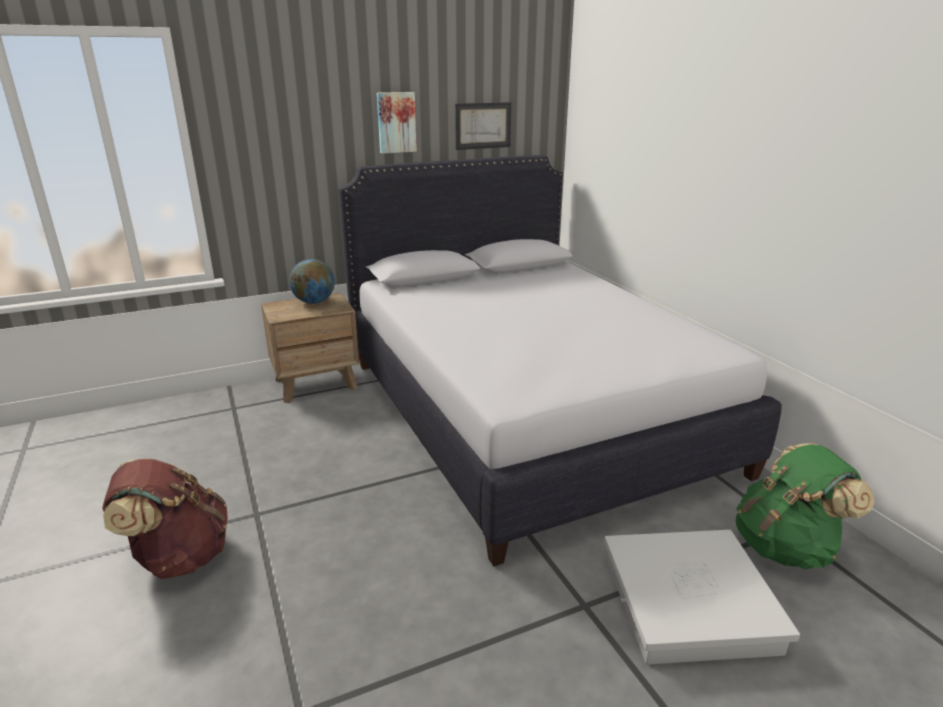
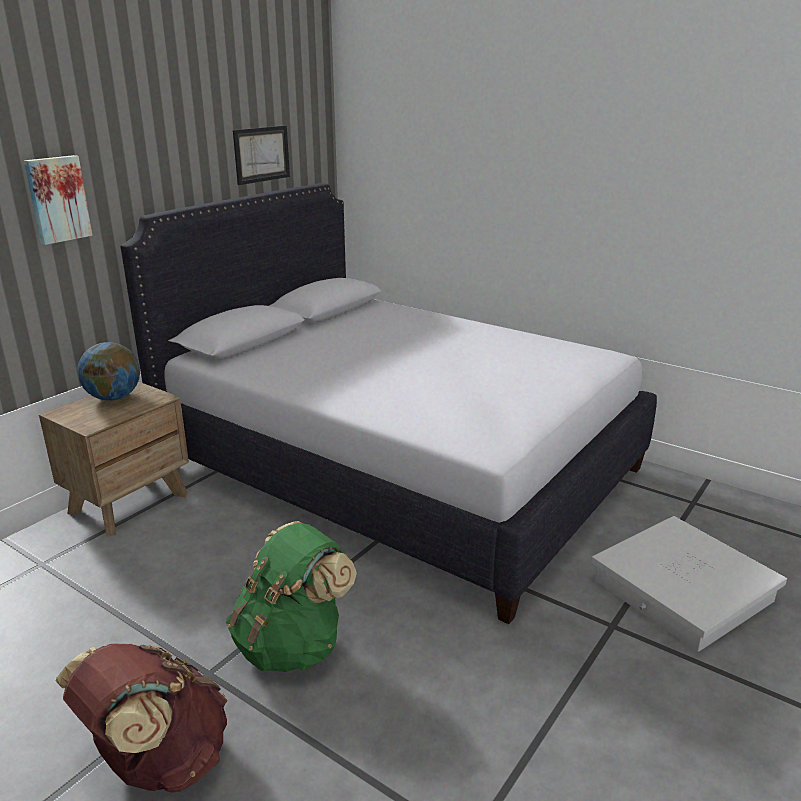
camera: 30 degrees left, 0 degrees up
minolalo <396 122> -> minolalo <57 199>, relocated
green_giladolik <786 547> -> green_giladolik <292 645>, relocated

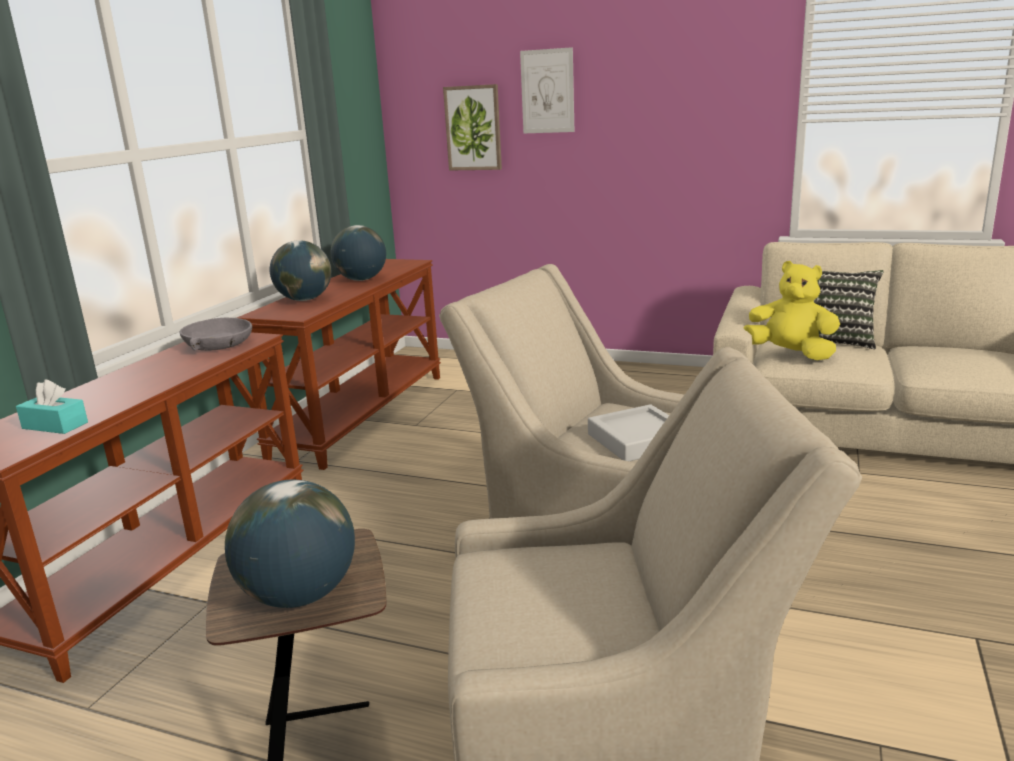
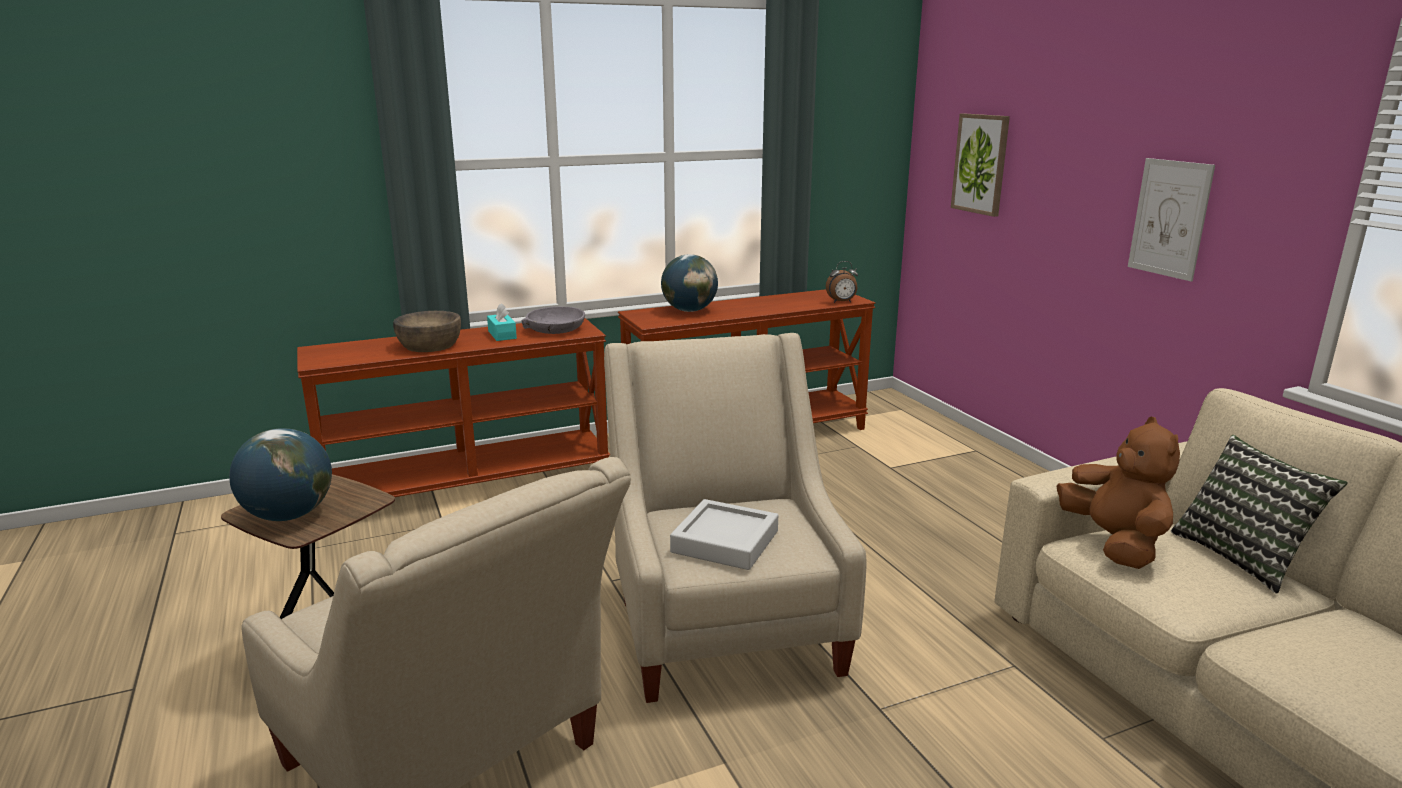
camera: 45 degrees right, 0 degrees up
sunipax <362 280> -> none
none -> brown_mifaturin <429 345>
none -> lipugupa <842 302>
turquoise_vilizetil <55 425> -> turquoise_vilizetil <502 335>, relocated
minolalo <547 91> -> minolalo <1169 218>, relocated
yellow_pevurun <789 354> -> brown_pevurun <1114 543>

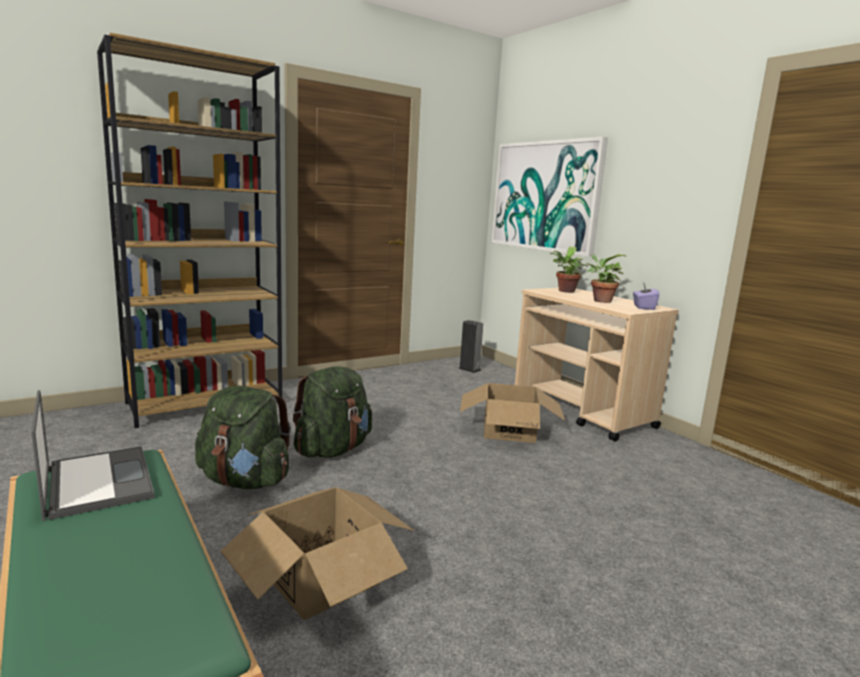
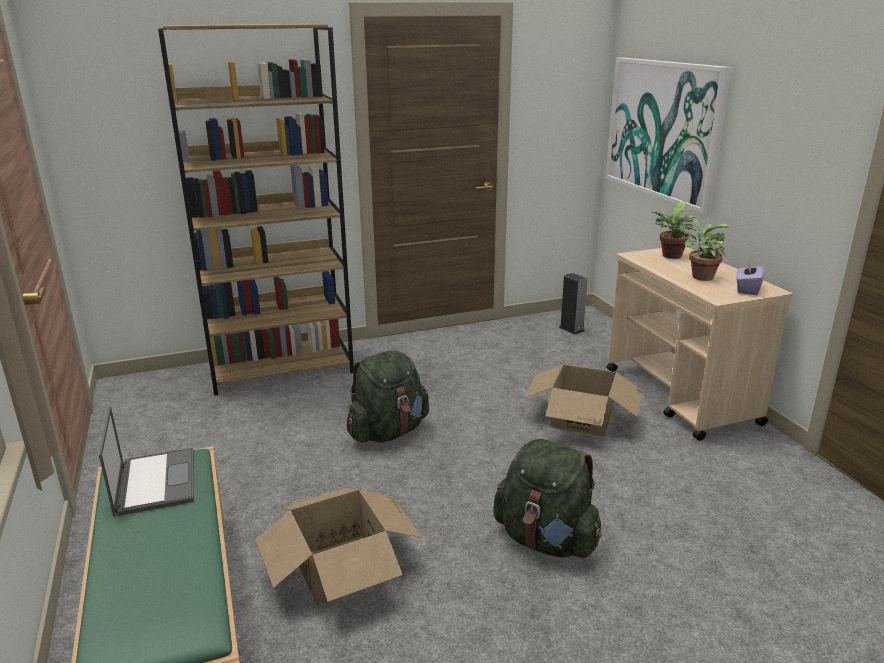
camera: 15 degrees right, 10 degrees up
green_giladolik <245 481> -> green_giladolik <546 540>, relocated

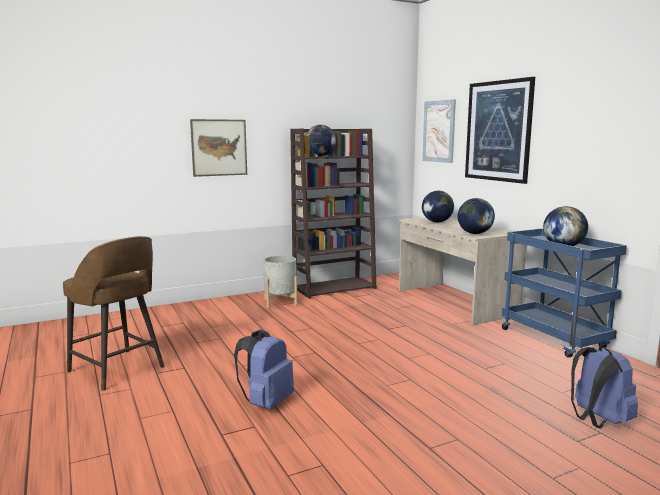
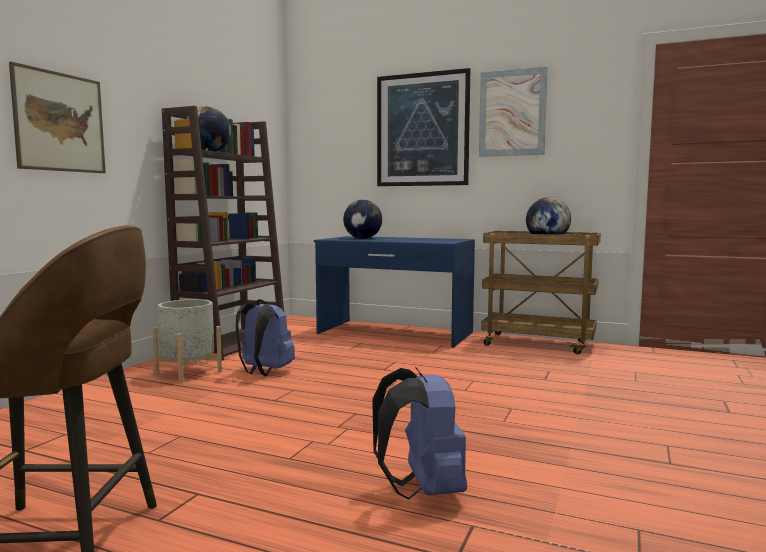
camera: 40 degrees left, 5 degrees down
sunipax <474 233> -> none
minolalo <439 131> -> minolalo <512 113>, relocated
blue_giladolik <597 420> -> blue_giladolik <264 372>, relocated
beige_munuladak <454 302> -> blue_munuladak <394 333>
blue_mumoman <555 339> -> brown_mumoman <539 344>

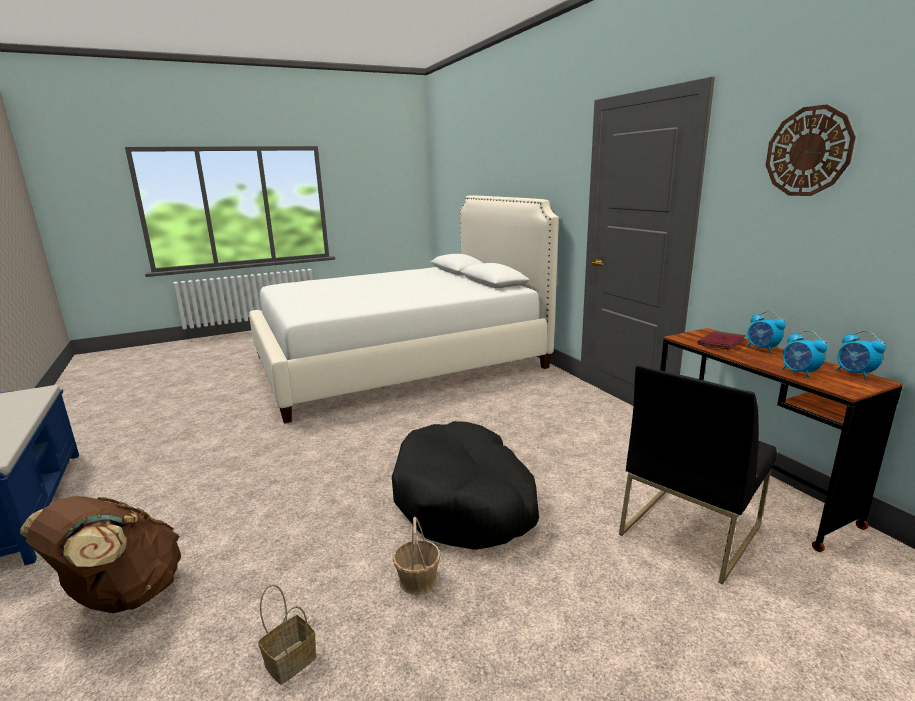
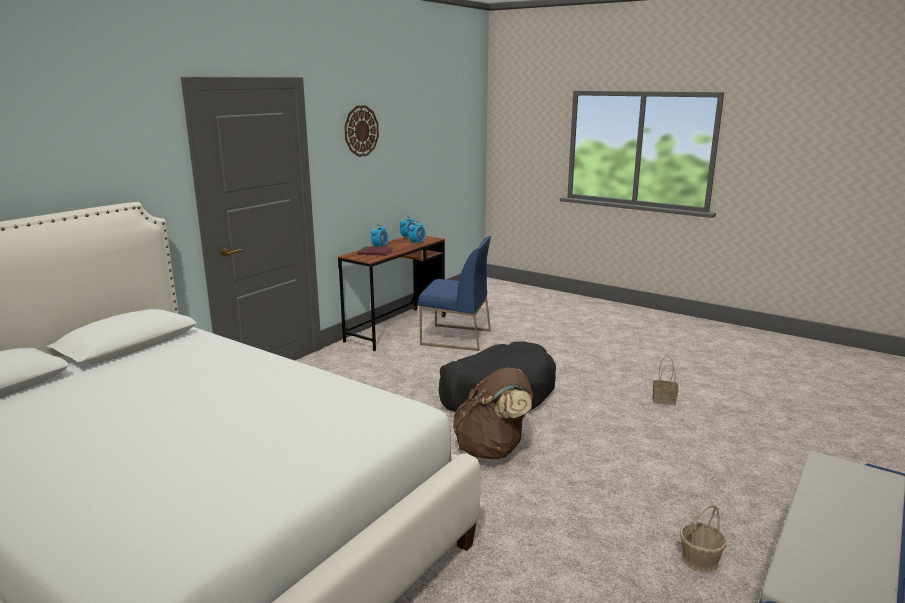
camera: 120 degrees left, 0 degrees up
brown_giladolik <122 596> -> brown_giladolik <492 450>, relocated
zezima <417 580> -> zezima <700 560>, relocated
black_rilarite <689 529> -> blue_rilarite <455 338>

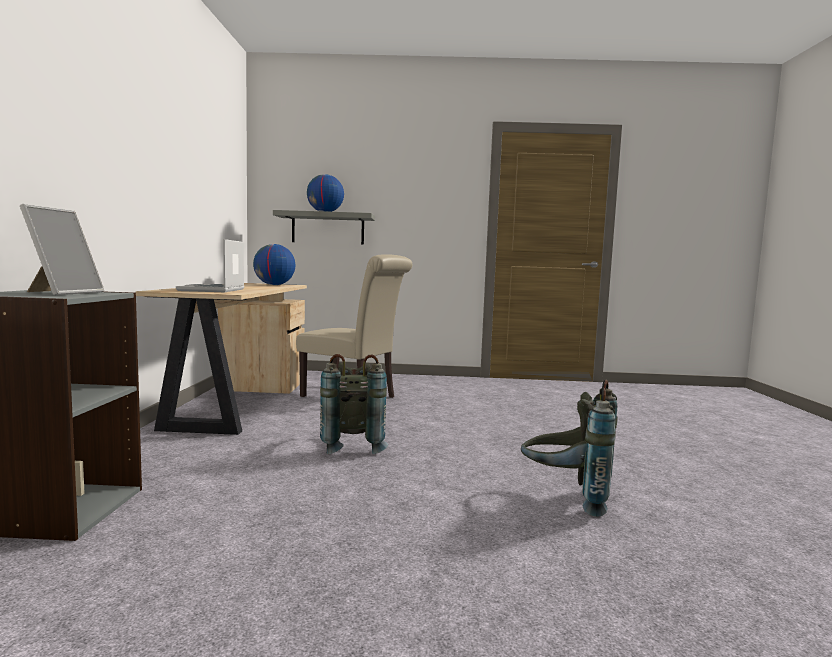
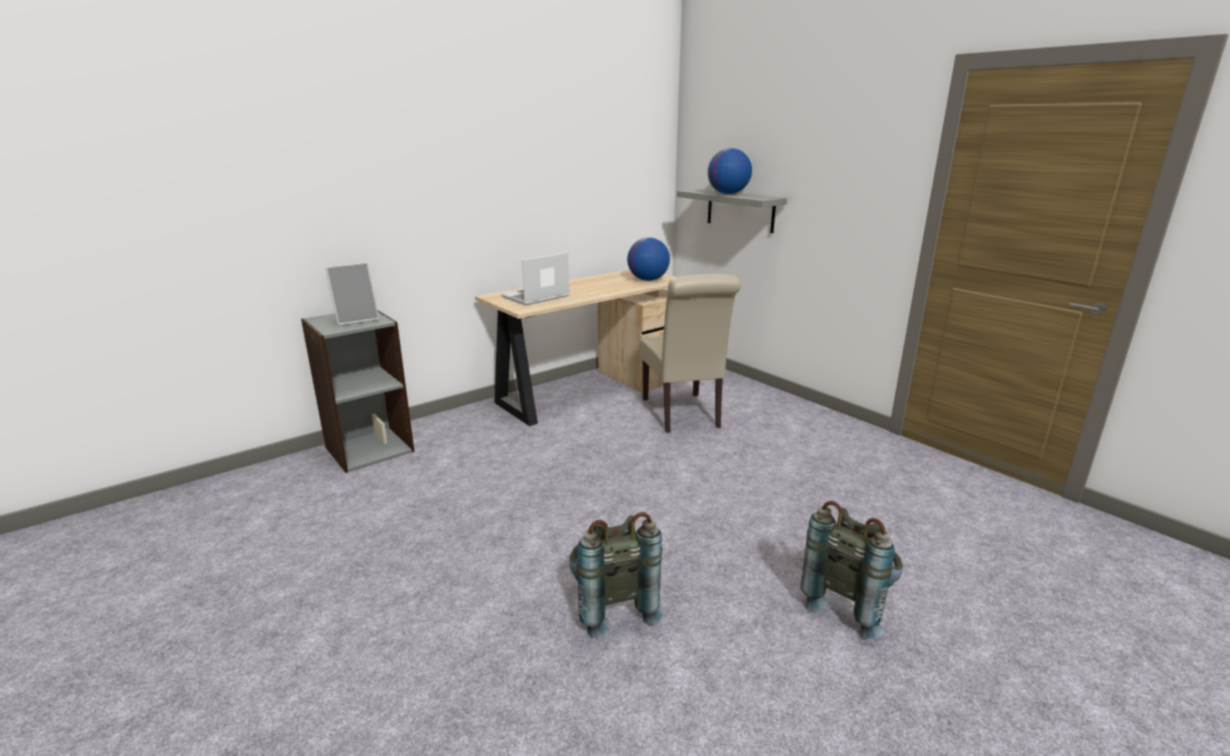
camera: 50 degrees right, 15 degrees up
grey_giladolik <352 444> -> grey_giladolik <849 603>, relocated

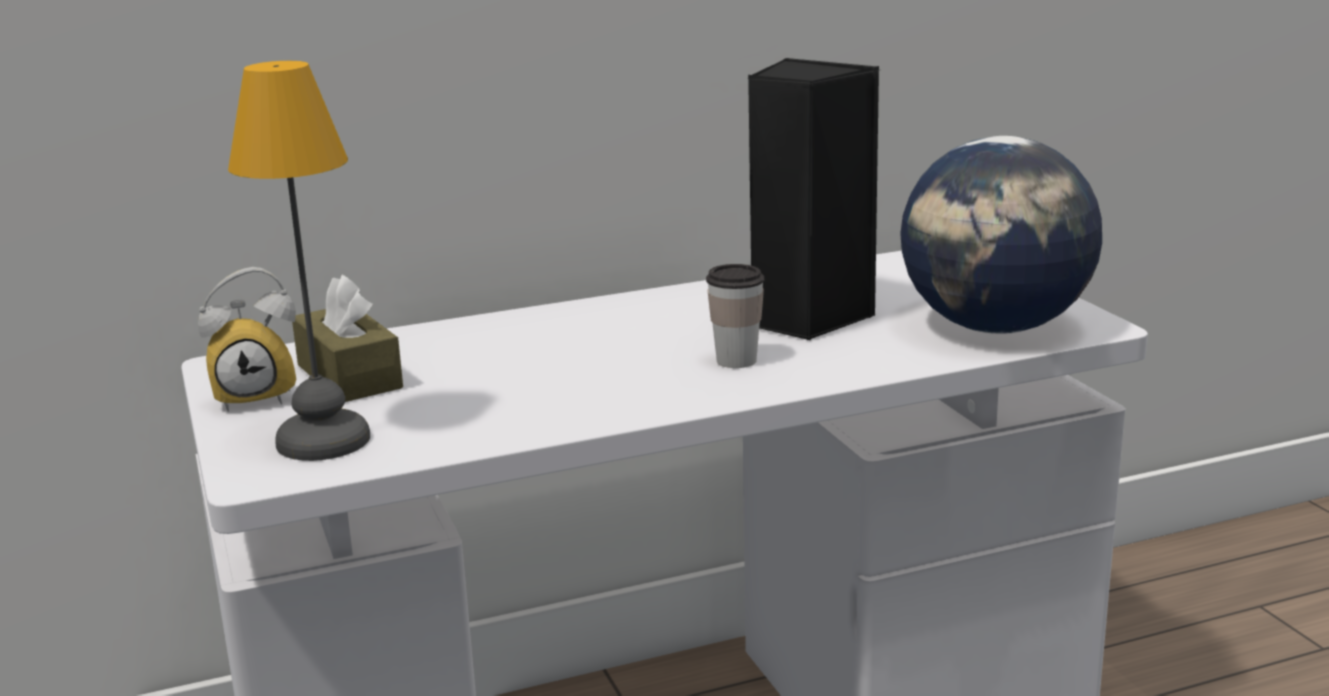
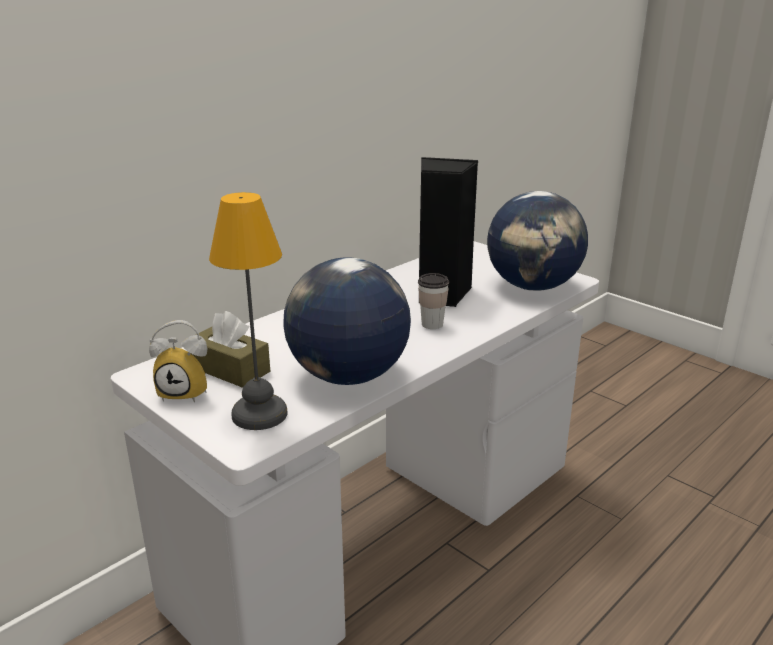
camera: 25 degrees left, 5 degrees up
none -> sunipax <347 375>
lipugupa <258 396> -> lipugupa <187 392>, 45 degrees clockwise

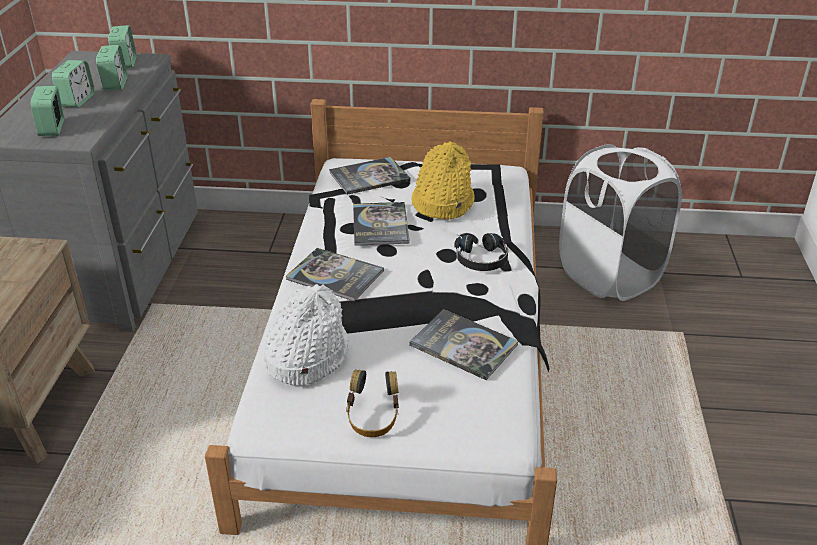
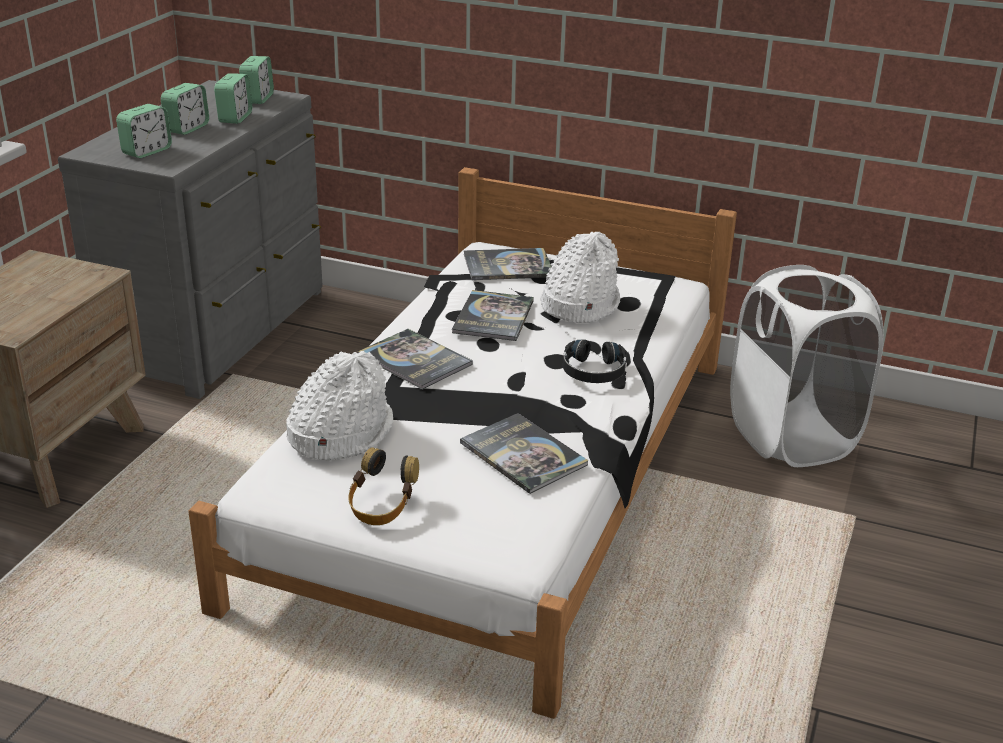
camera: 15 degrees right, 5 degrees down
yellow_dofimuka <441 202> -> white_dofimuka <579 304>
lipugupa <52 128> -> lipugupa <147 151>, 150 degrees counterclockwise

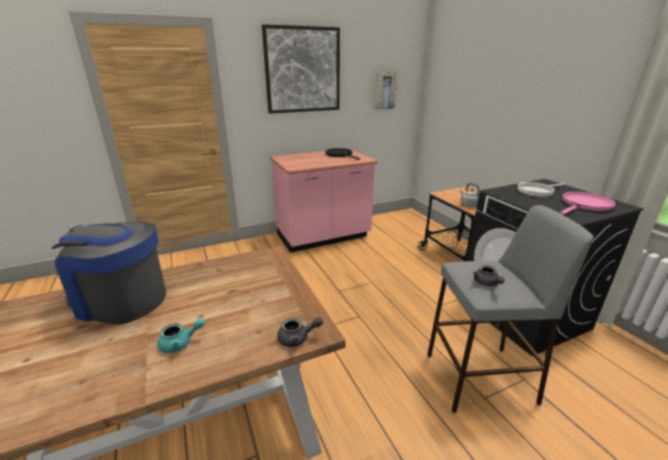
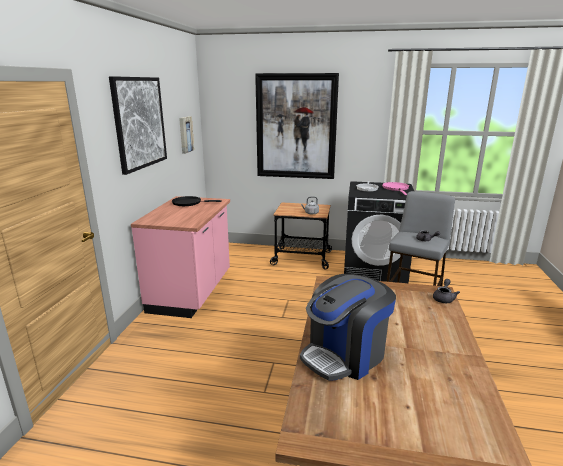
camera: 55 degrees left, 5 degrees down
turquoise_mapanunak <181 343> -> none
none -> minolalo <296 127>

